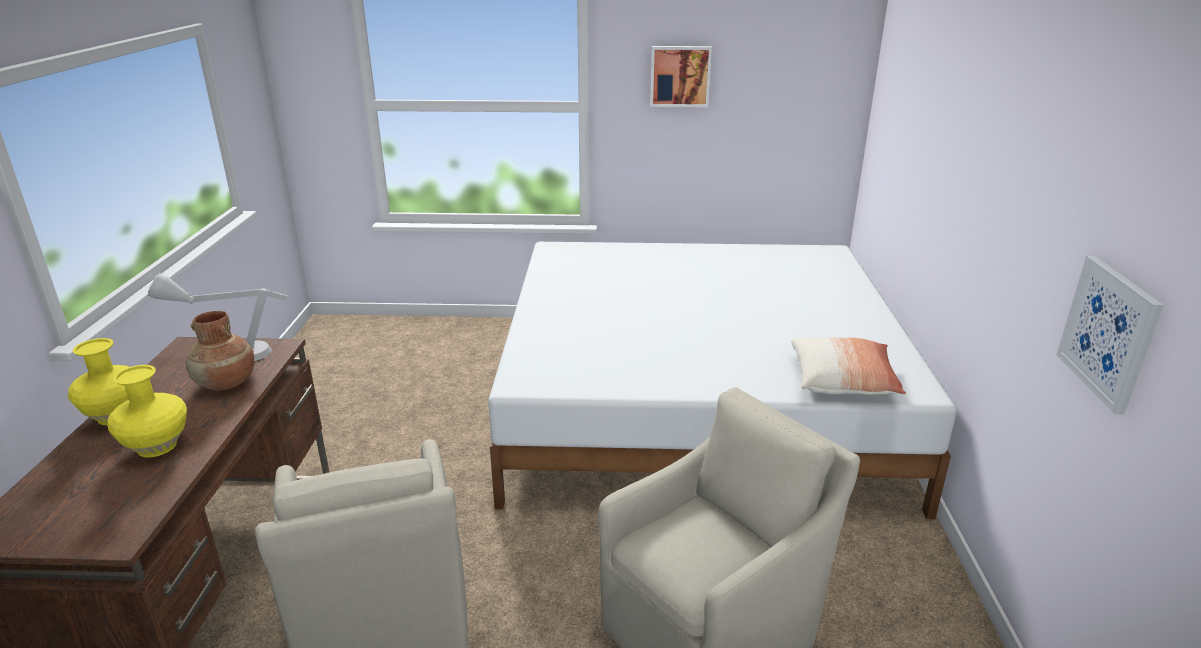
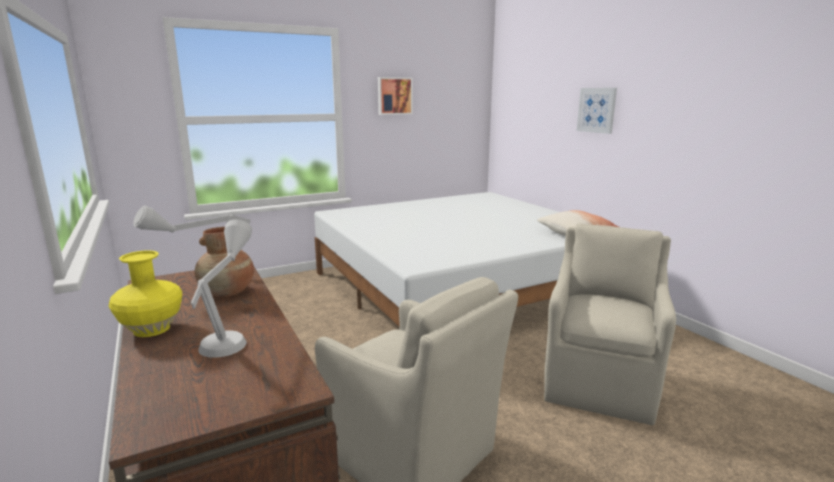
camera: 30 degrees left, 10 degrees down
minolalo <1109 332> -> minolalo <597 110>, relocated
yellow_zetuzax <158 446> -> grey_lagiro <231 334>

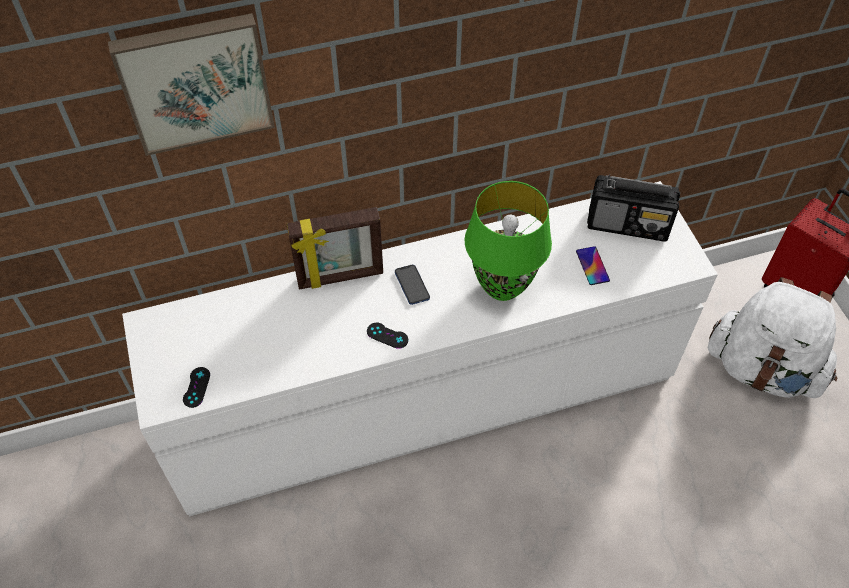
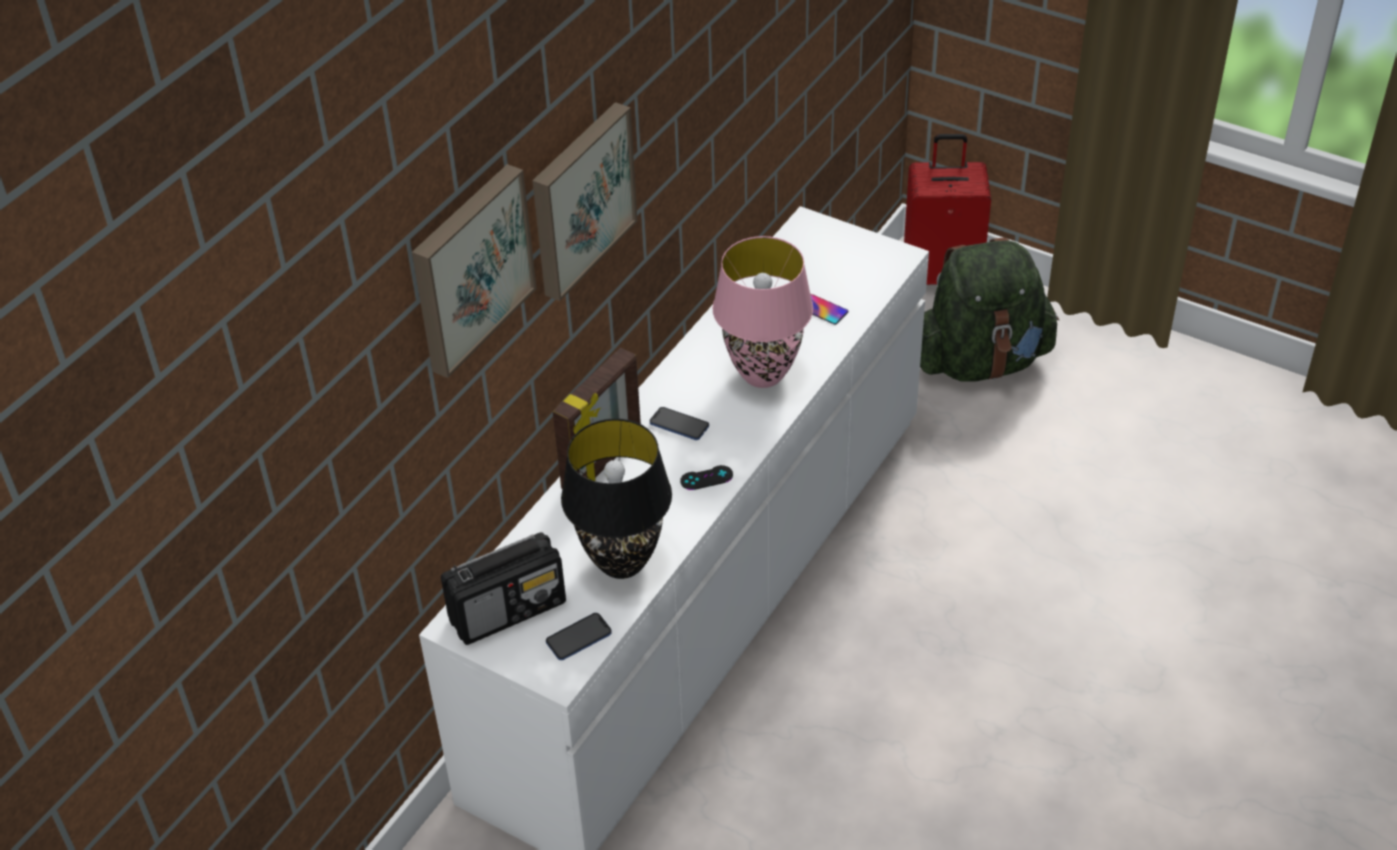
camera: 40 degrees left, 10 degrees down
none -> minolalo <579 199>
none -> black_lagiro <621 562>
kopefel <628 225> -> kopefel <509 611>, relocated
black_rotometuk <196 387> -> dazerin <579 637>
green_lagiro <503 288> -> pink_lagiro <764 375>
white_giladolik <762 369> -> green_giladolik <981 361>

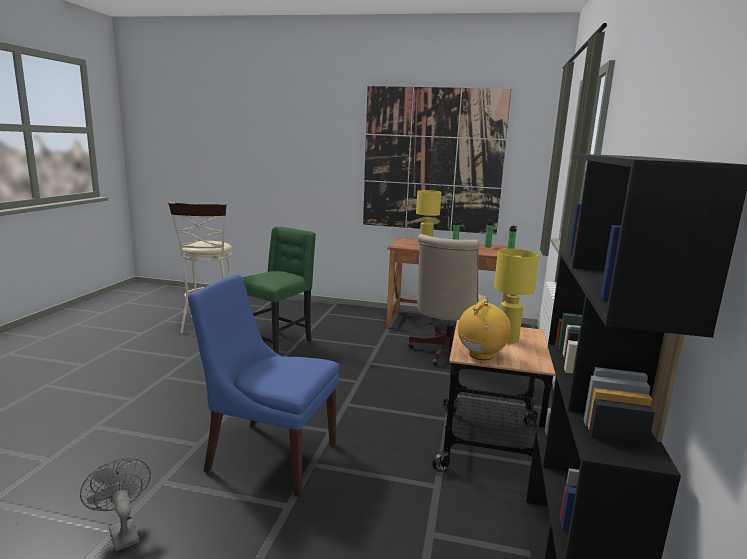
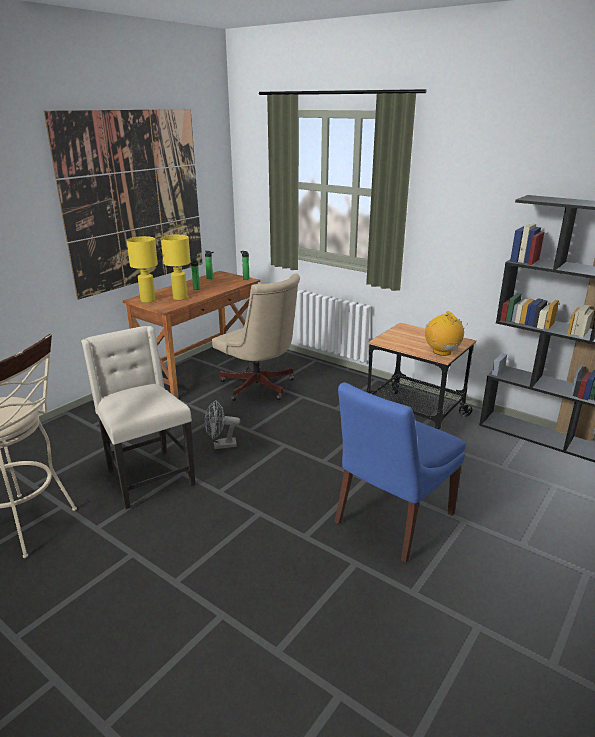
camera: 65 degrees left, 10 degrees up
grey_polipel <121 532> -> grey_polipel <221 445>, relocated
yellow_lagiro <507 340> -> yellow_lagiro <148 301>, relocated
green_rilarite <276 343> -> beige_rilarite <148 477>

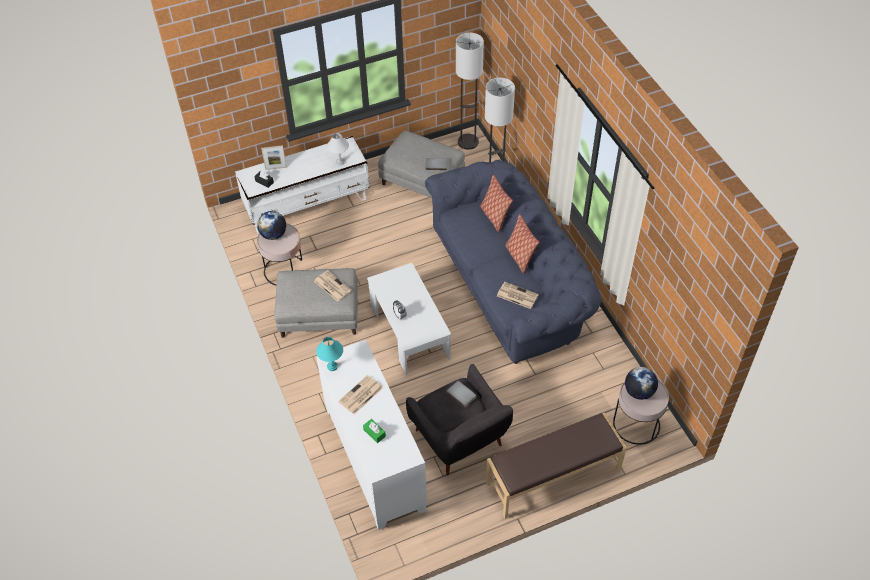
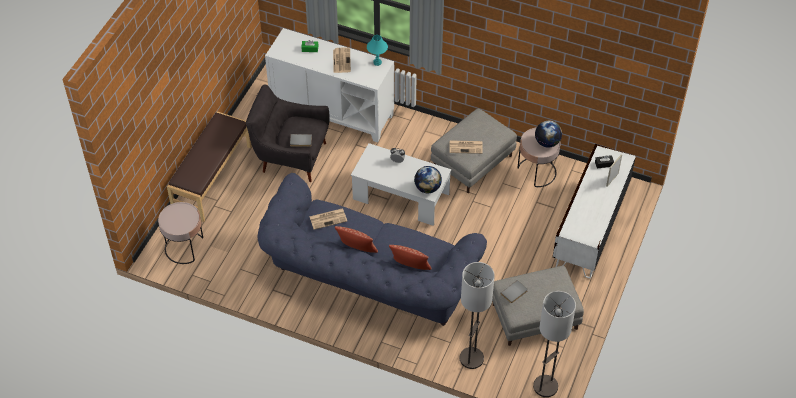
camera: 135 degrees right, 0 degrees up
white_lagiro <339 162> -> none
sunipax <639 392> -> sunipax <427 188>, relocated

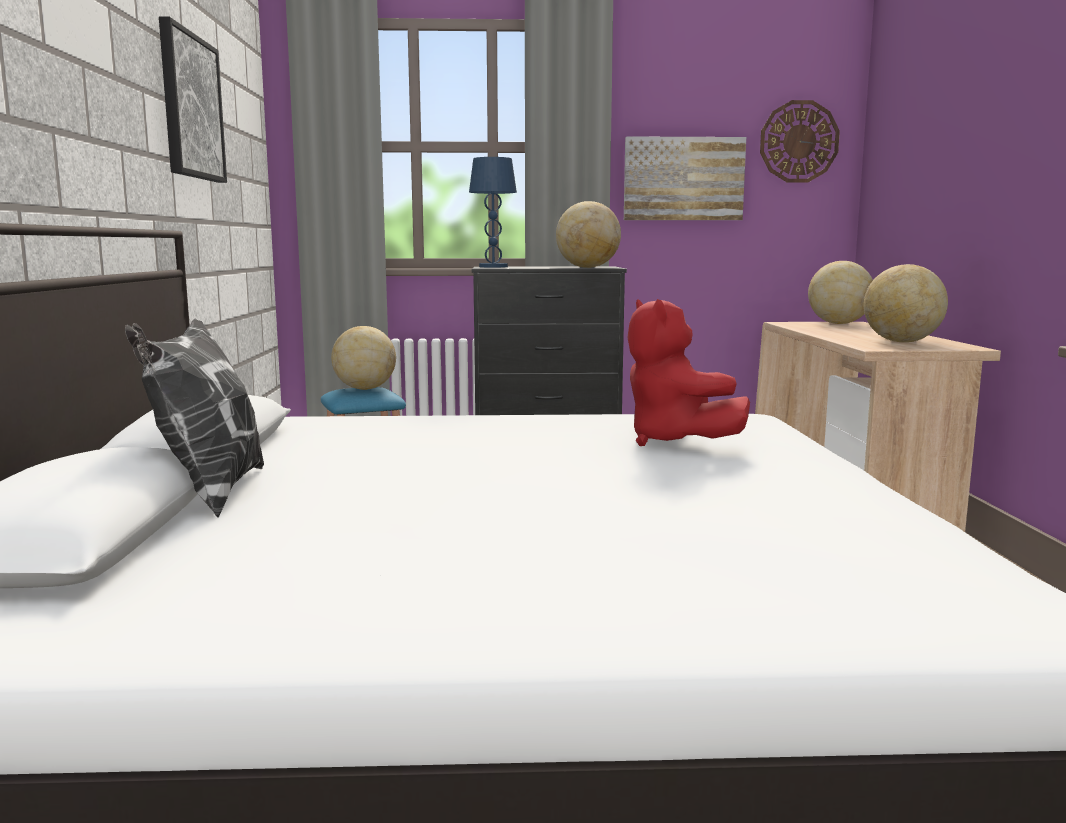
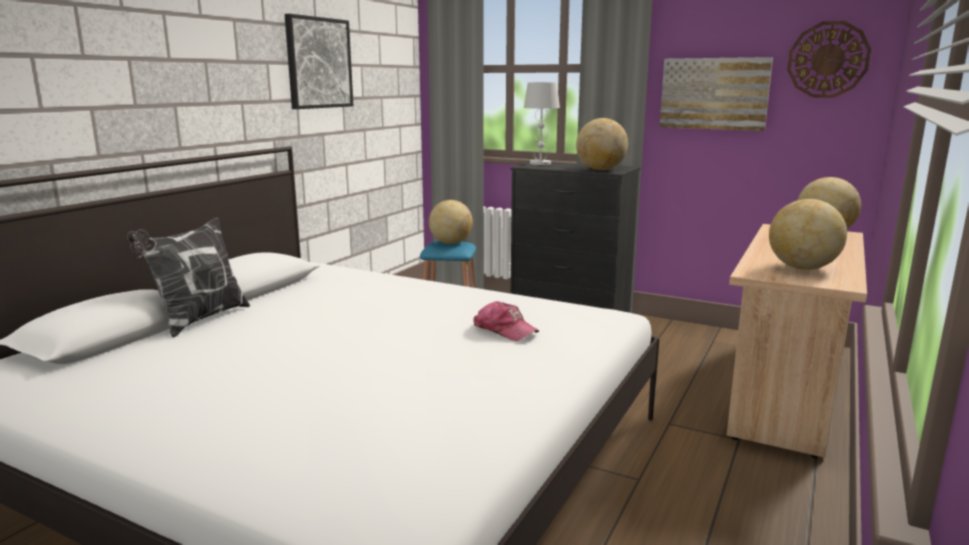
camera: 30 degrees right, 5 degrees up
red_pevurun <674 441> -> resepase <504 330>
blue_lagiro <493 267> -> white_lagiro <540 163>

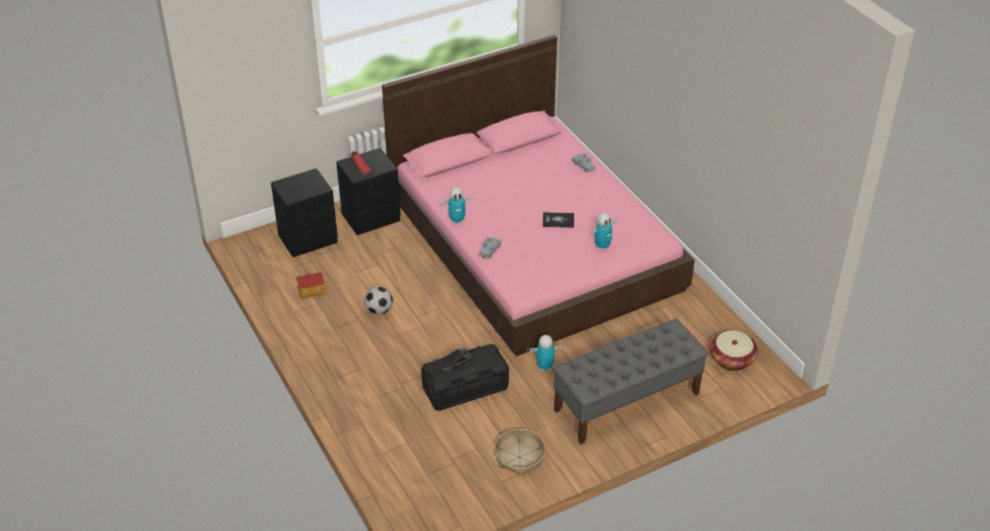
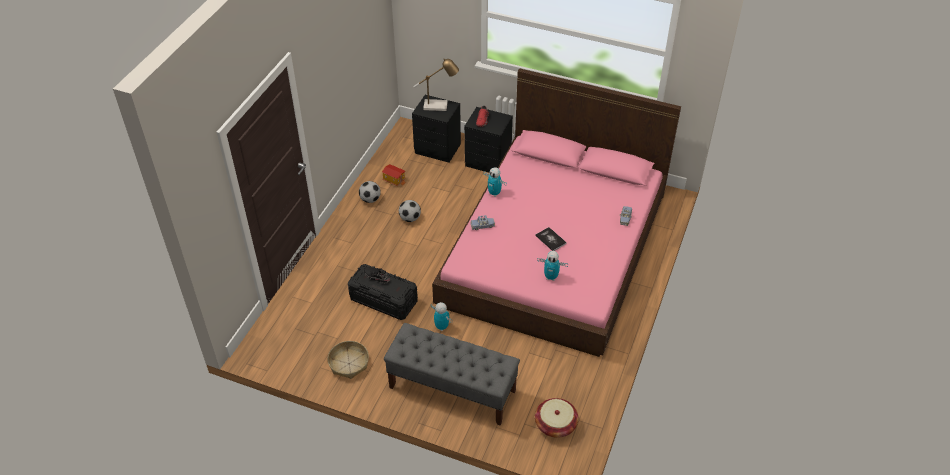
camera: 50 degrees right, 5 degrees up
none -> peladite <370 199>
none -> lagiro <439 106>

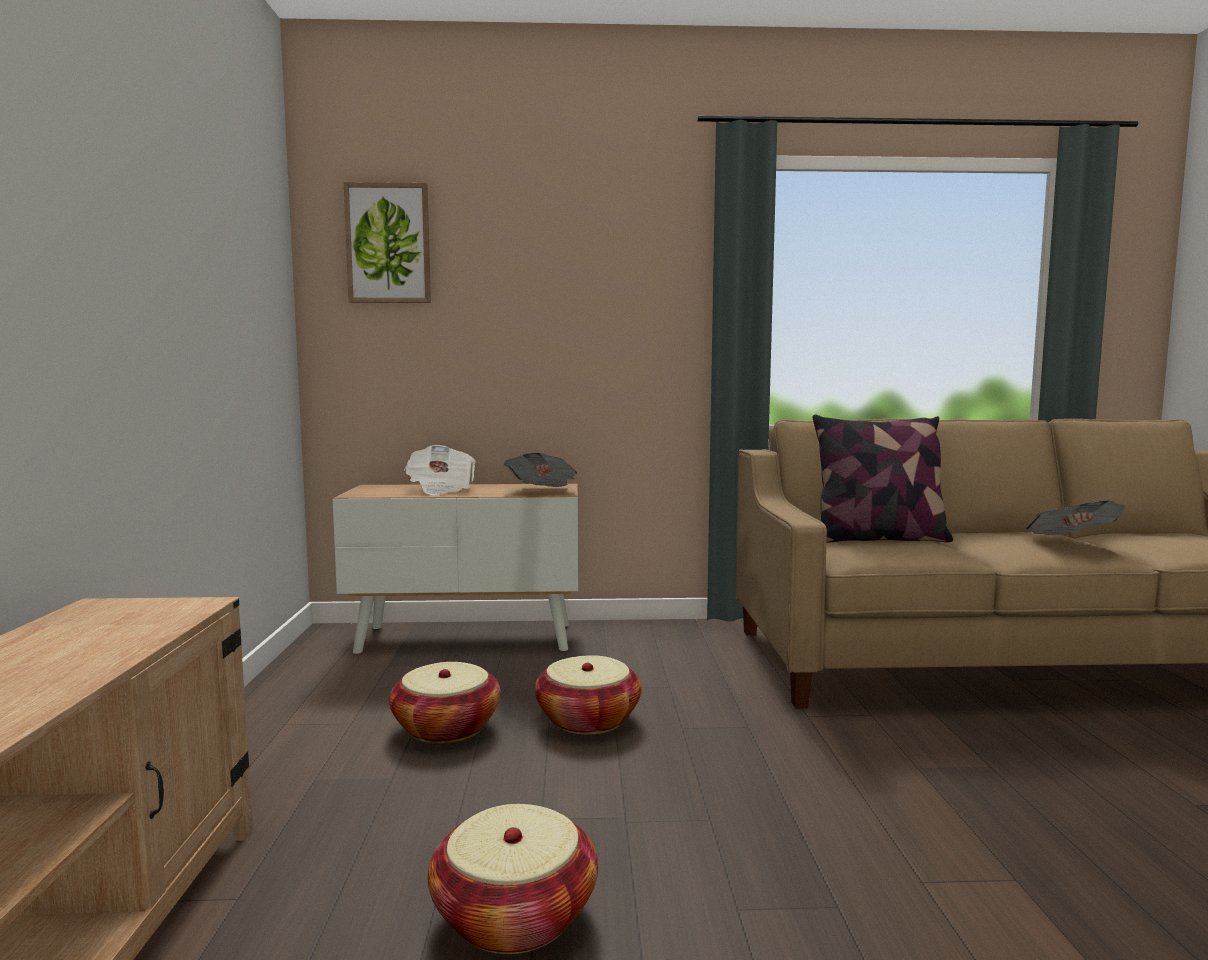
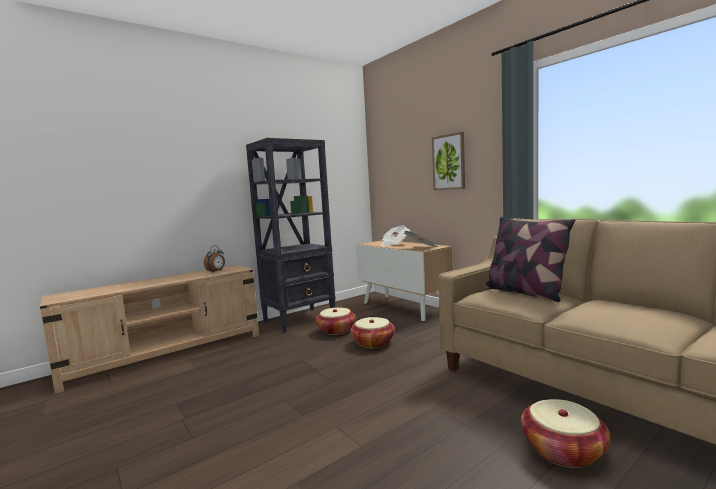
camera: 55 degrees right, 0 degrees up
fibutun <1070 543> -> none
none -> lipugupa <216 271>
none -> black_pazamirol <300 319>
minolalo <388 244> -> minolalo <449 162>, relocated
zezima <515 915> -> zezima <563 450>, relocated

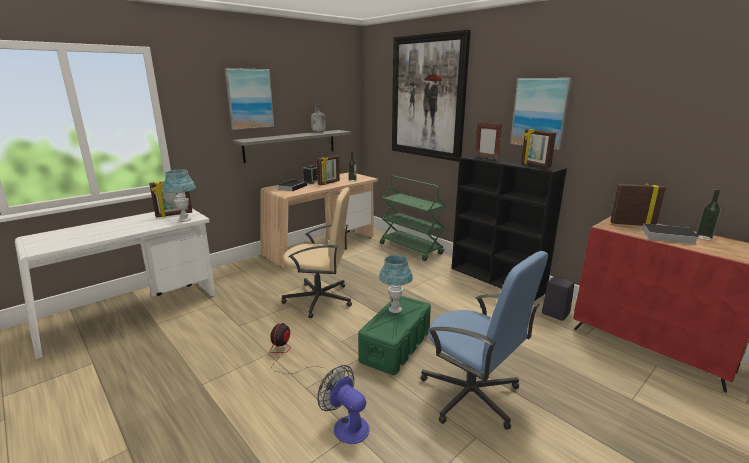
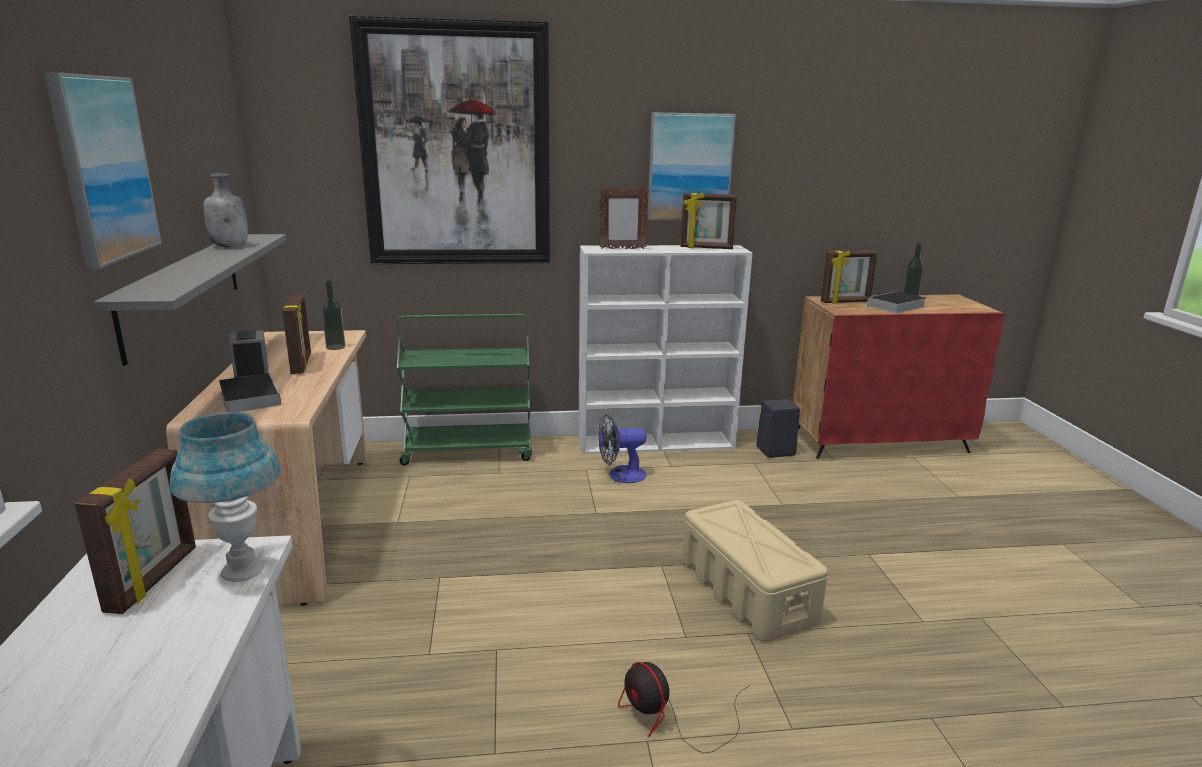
camera: 55 degrees left, 0 degrees up
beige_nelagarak <320 299> -> none
blue_lagiro <395 309> -> none
blue_nelagarak <471 396> -> none
polipel <346 425> -> polipel <620 475>, relocated
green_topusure <396 346> -> beige_topusure <746 590>
black_pazamirol <497 280> -> white_pazamirol <657 442>
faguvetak <632 224> -> faguvetak <845 302>, 150 degrees counterclockwise

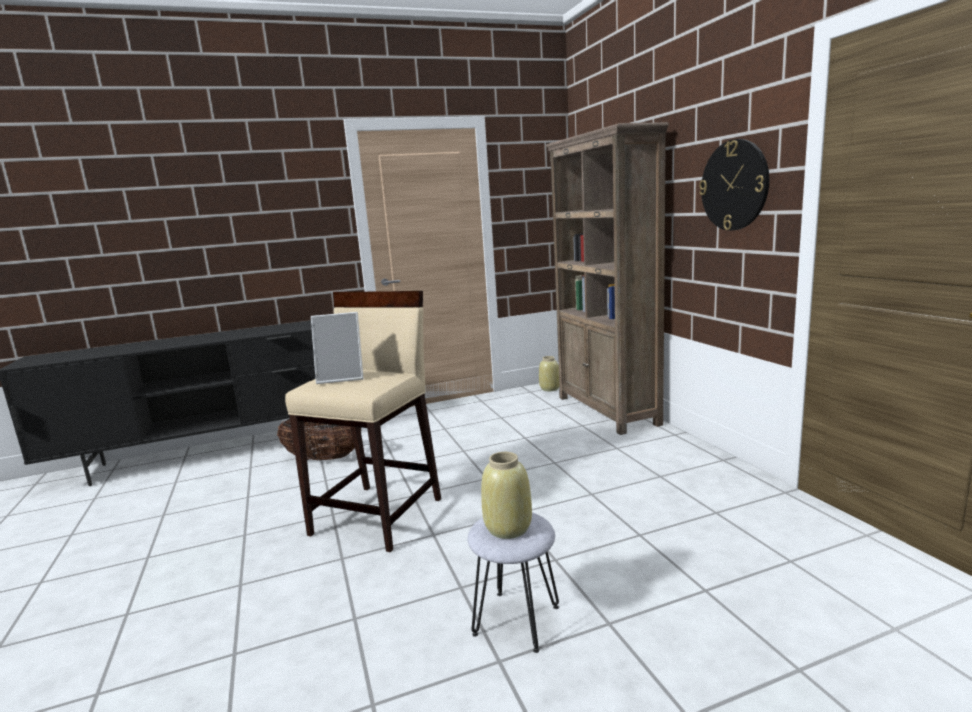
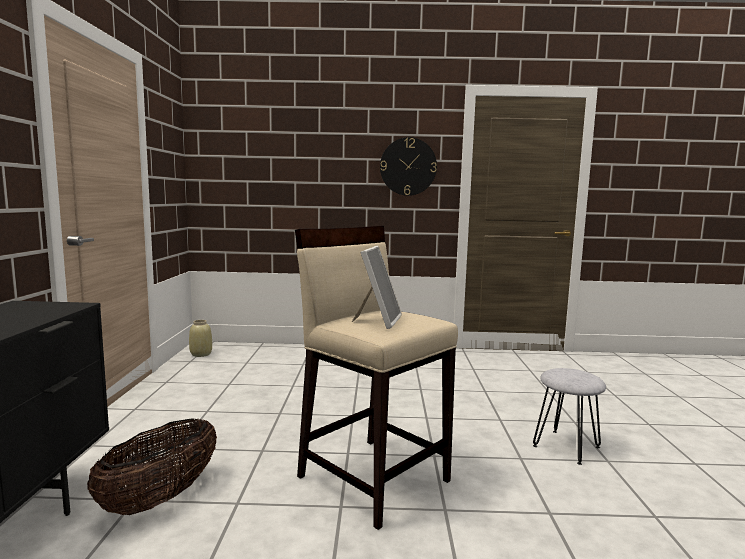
camera: 70 degrees left, 5 degrees down
beige_zetuzax <507 528> -> none
brown_pazamirol <607 411> -> none

